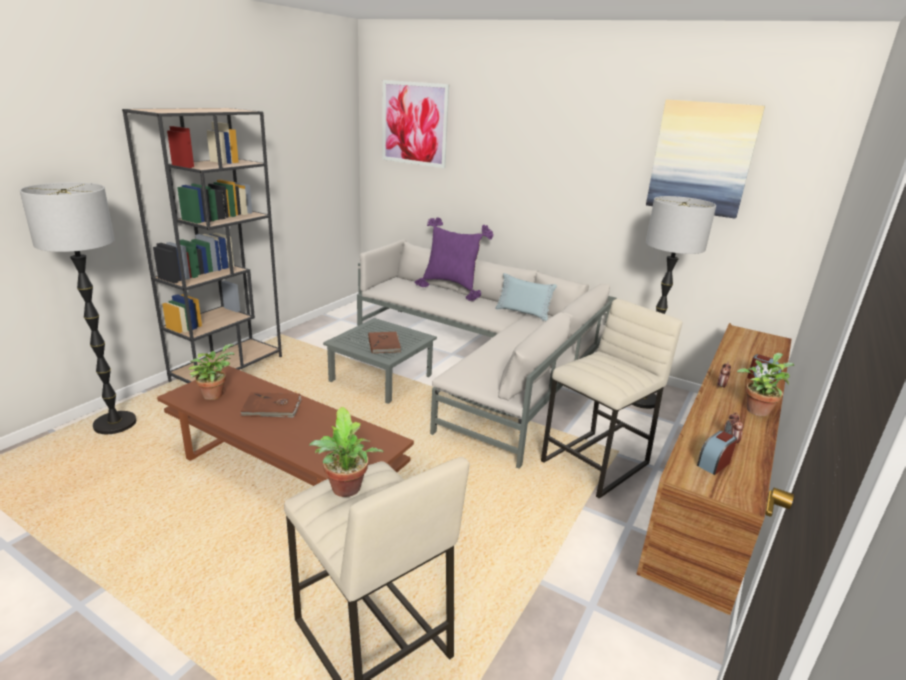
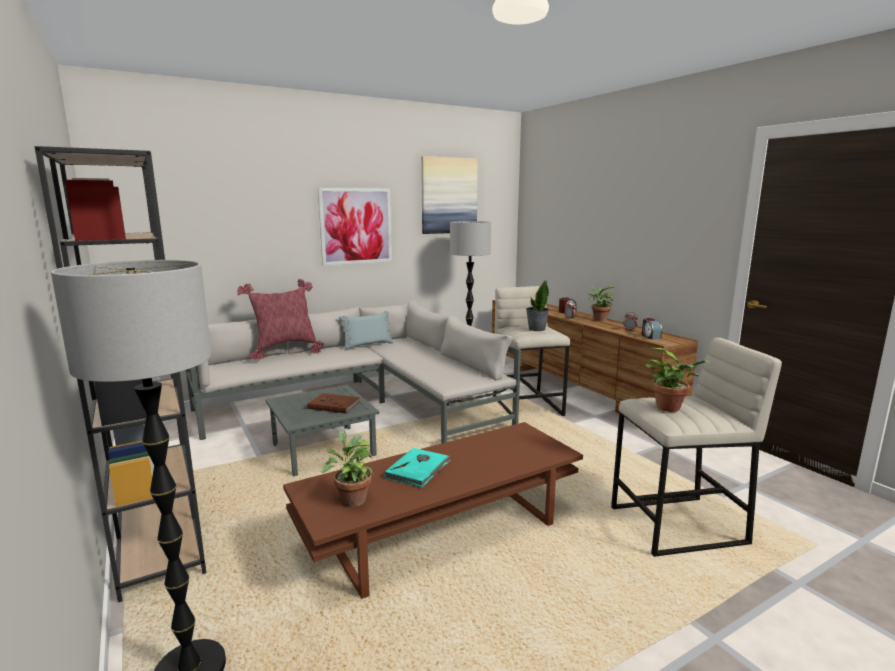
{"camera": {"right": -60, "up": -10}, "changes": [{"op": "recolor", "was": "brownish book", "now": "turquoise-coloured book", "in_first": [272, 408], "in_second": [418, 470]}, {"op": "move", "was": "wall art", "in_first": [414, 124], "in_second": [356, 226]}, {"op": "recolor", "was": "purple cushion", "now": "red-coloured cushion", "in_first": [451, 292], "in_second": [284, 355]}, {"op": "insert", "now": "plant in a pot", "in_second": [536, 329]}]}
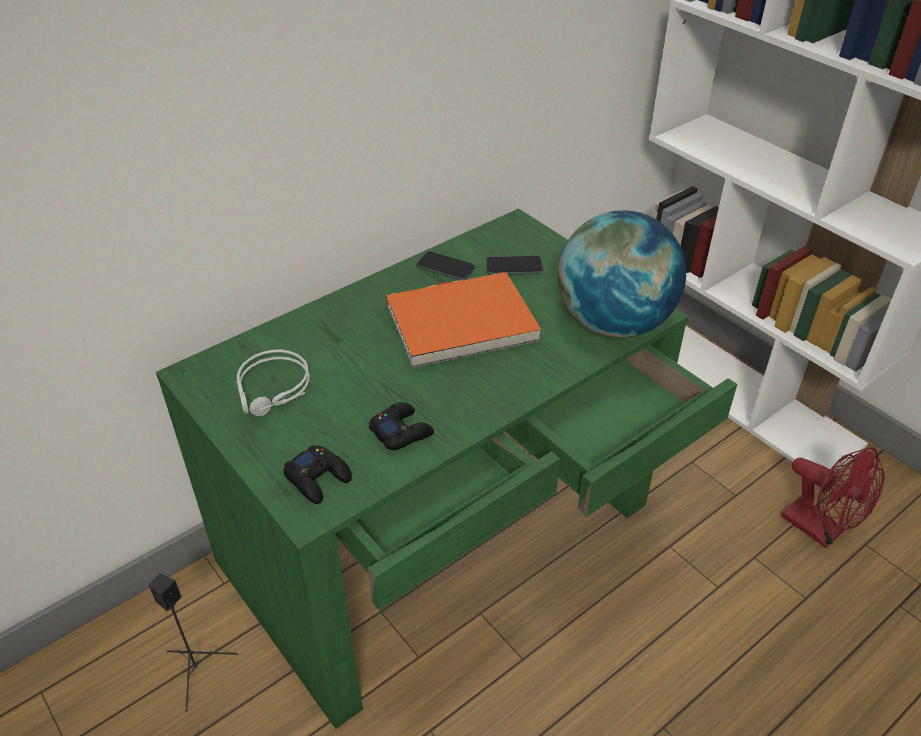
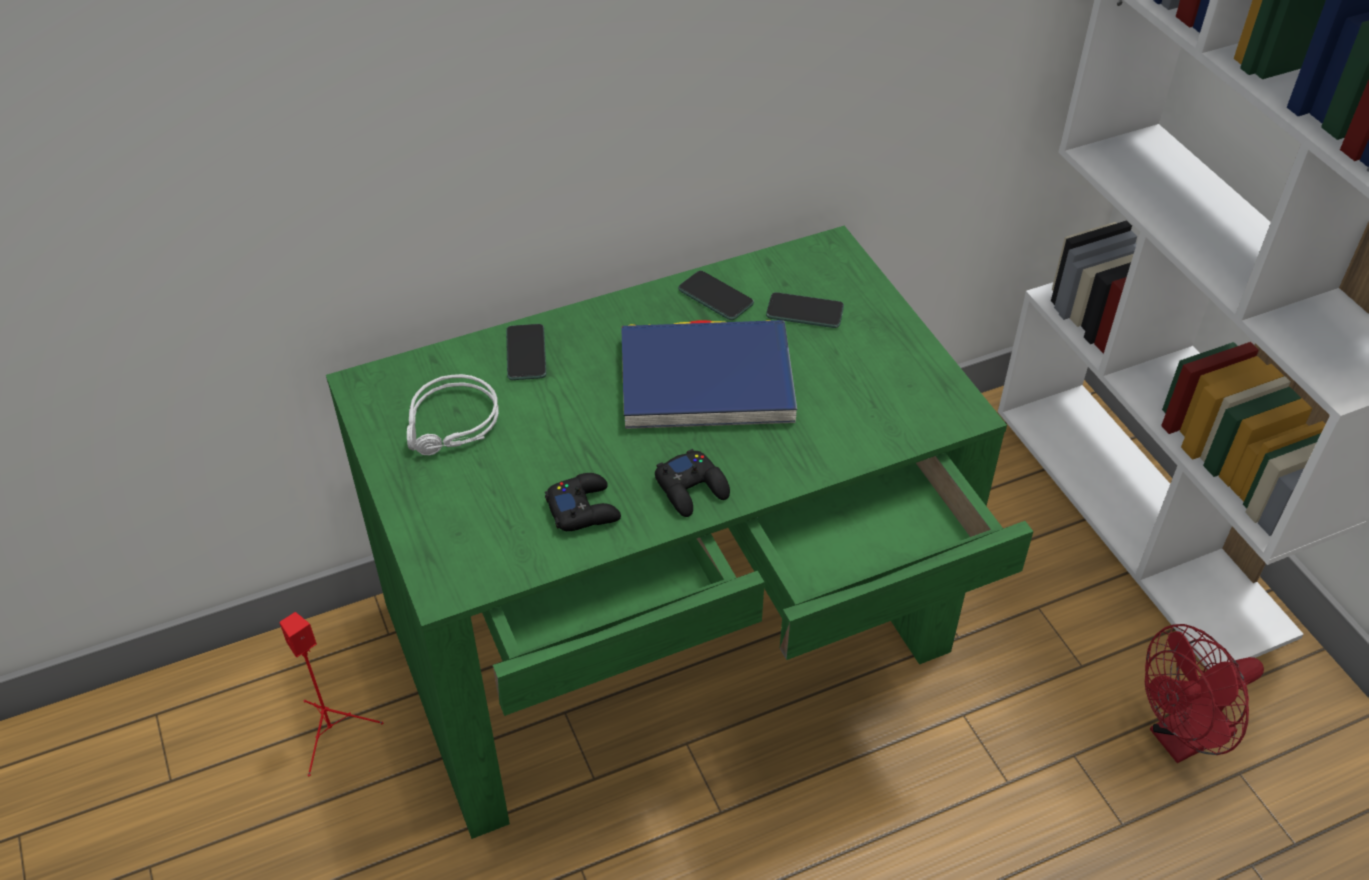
{"camera": {"right": 15, "up": 5}, "changes": [{"op": "recolor", "was": "black-coloured speaker", "now": "red-coloured speaker", "in_first": [198, 670], "in_second": [333, 732]}, {"op": "move", "was": "black-coloured joypad", "in_first": [318, 478], "in_second": [692, 488]}, {"op": "recolor", "was": "orange book", "now": "bluish book", "in_first": [461, 324], "in_second": [706, 381]}, {"op": "delete", "was": "desk globe", "in_first": [614, 323]}, {"op": "rotate", "was": "red-coloured electric fan", "in_first": [820, 530], "in_second": [1181, 739], "clockwise": 90}, {"op": "insert", "now": "handset", "in_second": [526, 353]}]}
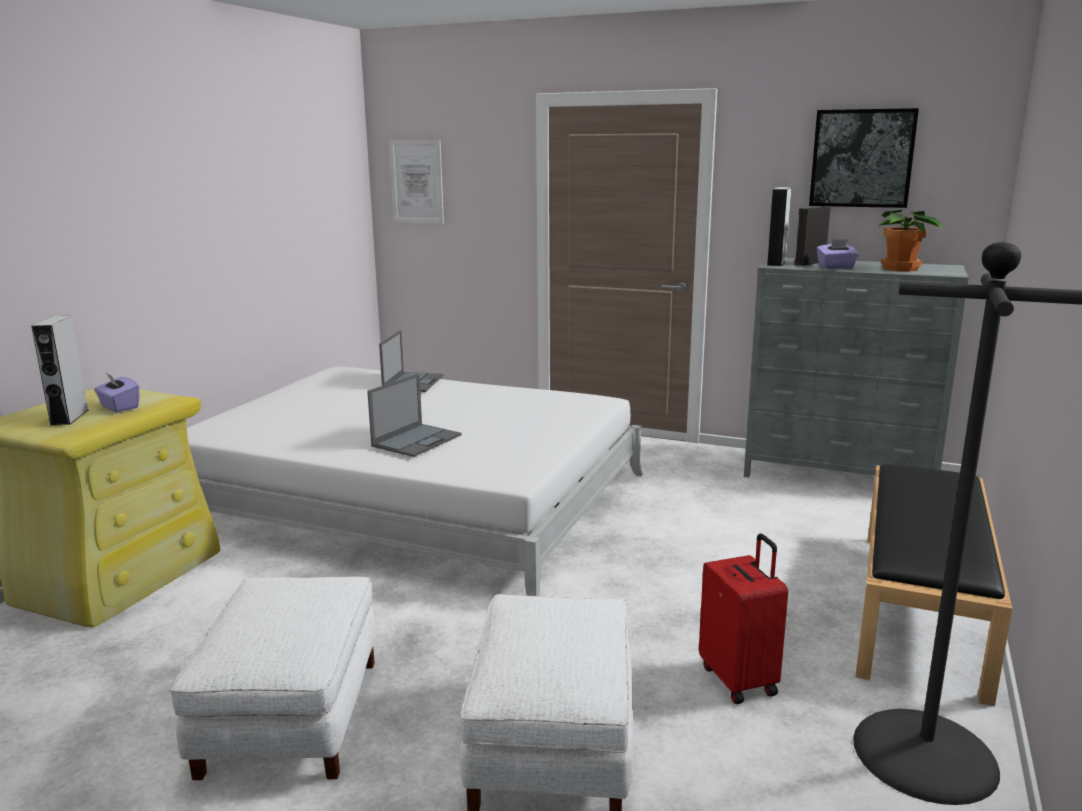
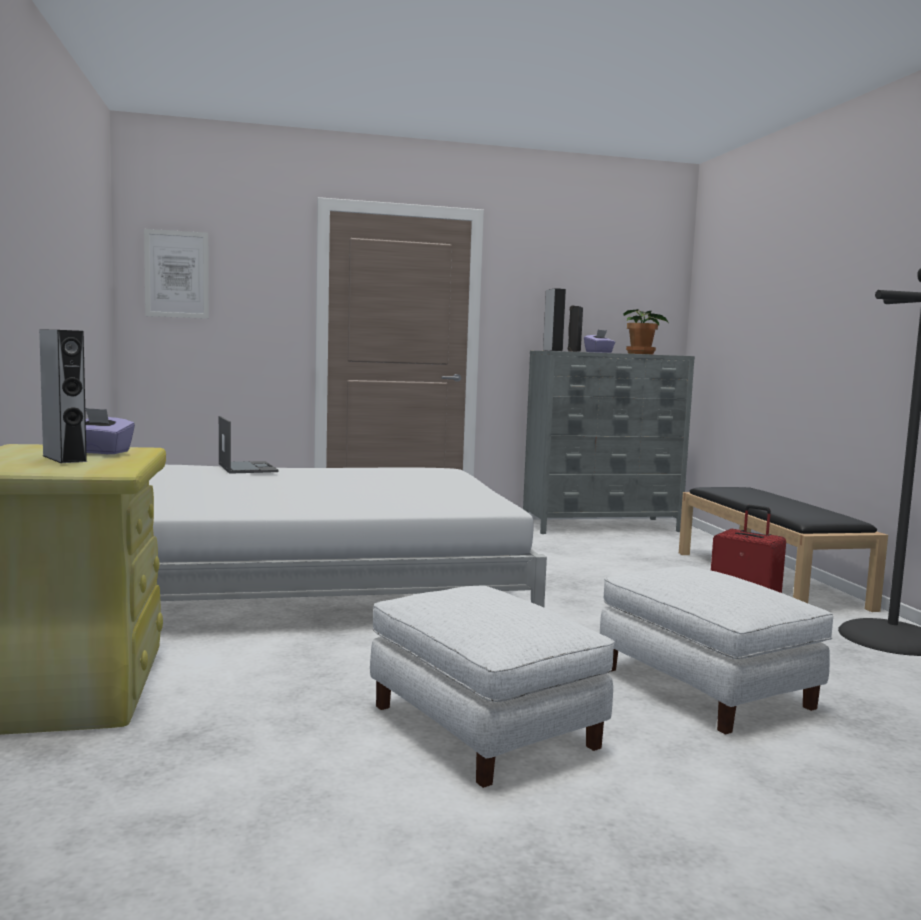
{"camera": {"right": -35, "up": -10}, "changes": [{"op": "delete", "was": "laptop", "in_first": [417, 440]}, {"op": "delete", "was": "wall art", "in_first": [862, 158]}]}
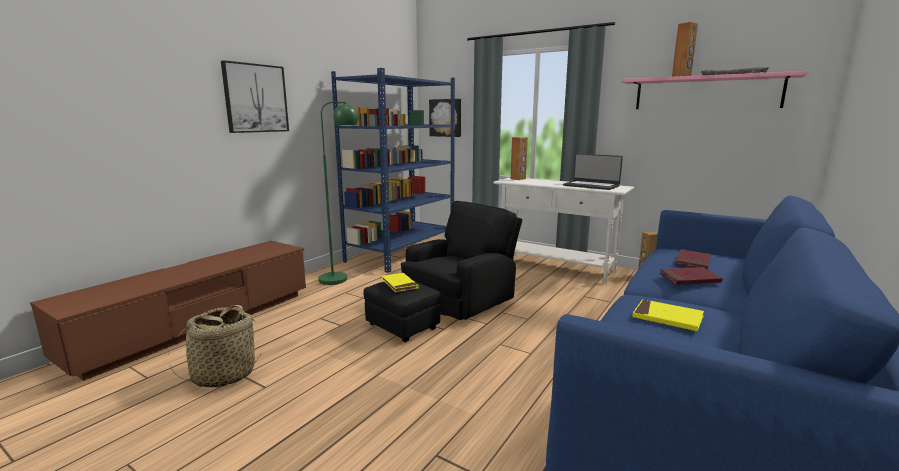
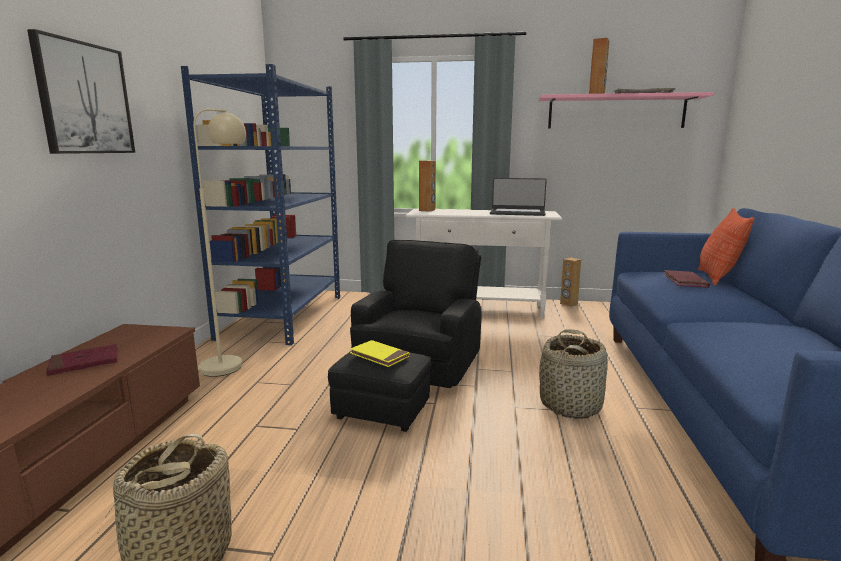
{"camera": {"right": -25, "up": 0}, "changes": [{"op": "recolor", "was": "greenish floor lamp", "now": "sand-coloured floor lamp", "in_first": [341, 278], "in_second": [232, 363]}, {"op": "delete", "was": "wall art", "in_first": [445, 118]}, {"op": "delete", "was": "yellowish book", "in_first": [667, 318]}, {"op": "move", "was": "red-coloured book", "in_first": [689, 279], "in_second": [84, 363]}, {"op": "insert", "now": "basket", "in_second": [571, 405]}, {"op": "insert", "now": "orange cushion", "in_second": [717, 278]}]}
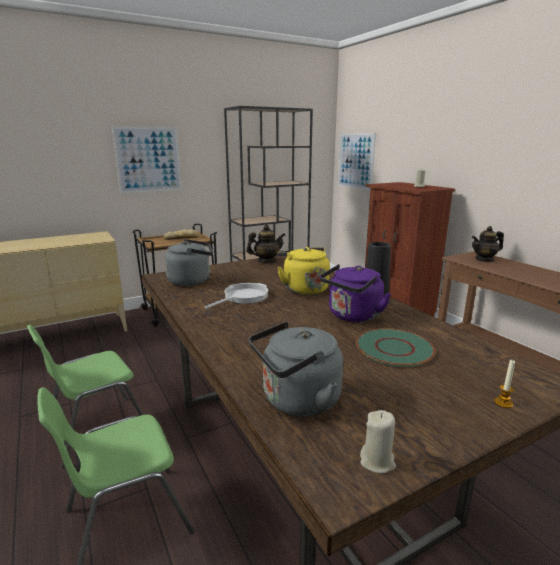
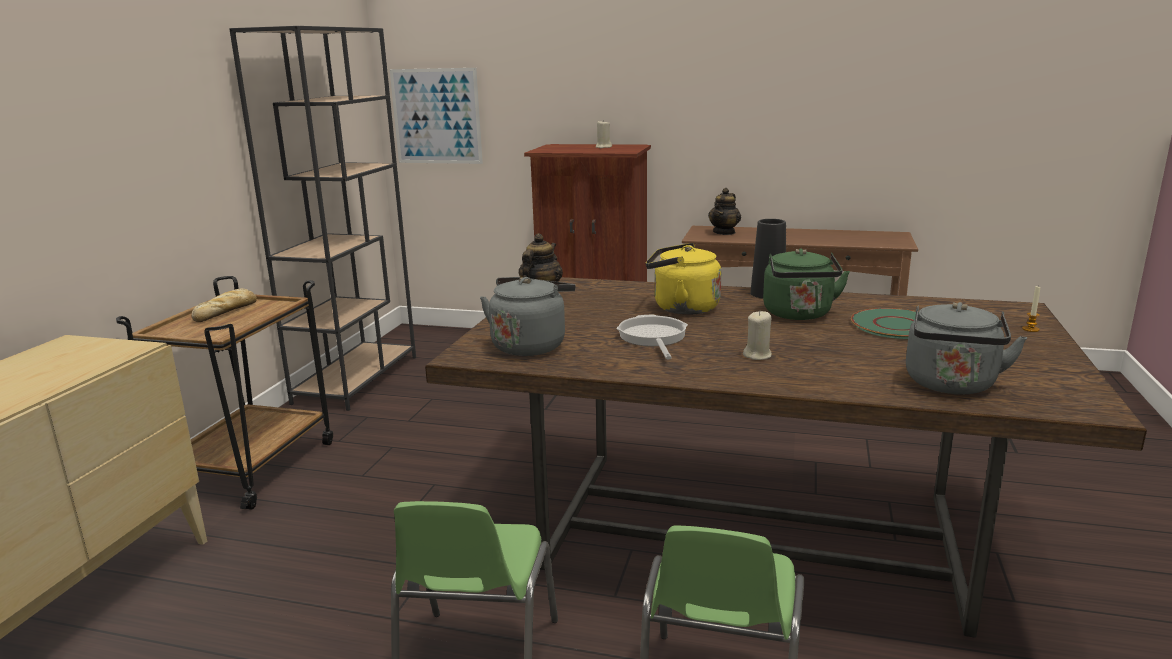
{"camera": {"right": -45, "up": 0}, "changes": [{"op": "delete", "was": "wall art", "in_first": [148, 159]}, {"op": "recolor", "was": "purple tea kettle", "now": "greenish tea kettle", "in_first": [352, 316], "in_second": [799, 315]}, {"op": "move", "was": "sand-coloured wax candle", "in_first": [377, 461], "in_second": [757, 355]}]}
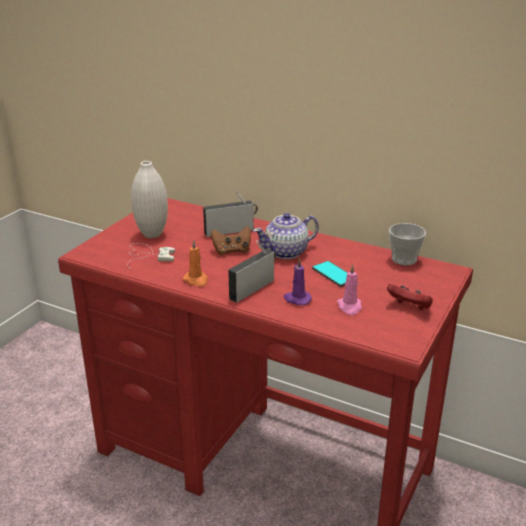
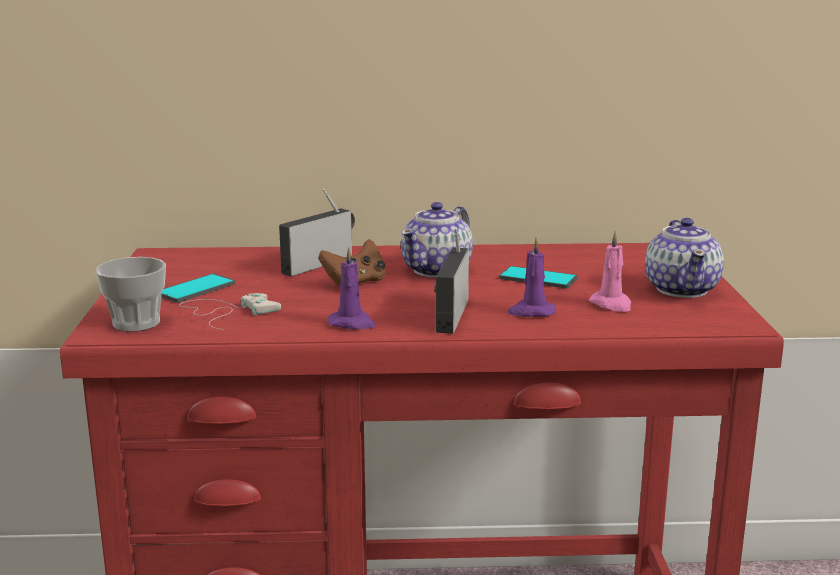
{"camera": {"right": -30, "up": -10}, "changes": [{"op": "replace", "was": "white-coloured decorative vase", "now": "handset", "in_first": [152, 234], "in_second": [196, 289]}, {"op": "recolor", "was": "orange wax candle", "now": "purple wax candle", "in_first": [196, 280], "in_second": [352, 323]}, {"op": "replace", "was": "red-coloured joypad", "now": "pot for tea", "in_first": [409, 307], "in_second": [682, 289]}, {"op": "move", "was": "drinking cup", "in_first": [404, 259], "in_second": [136, 323]}]}
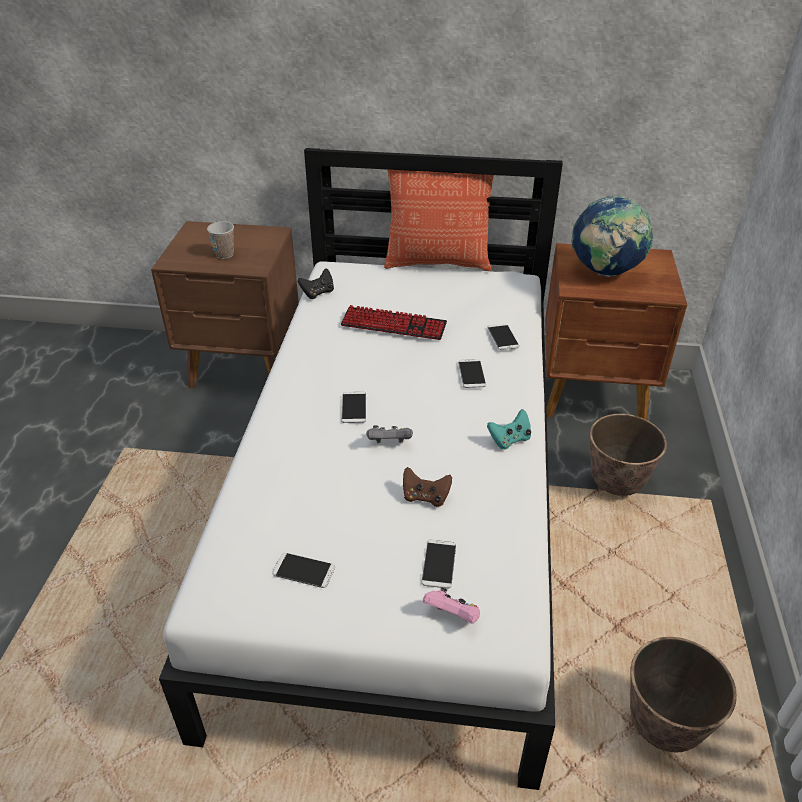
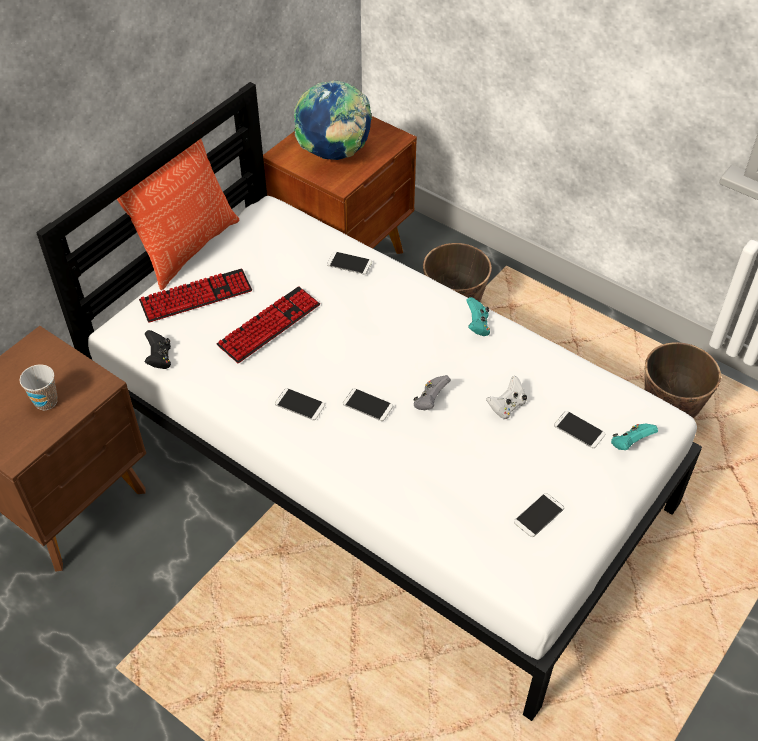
{"camera": {"right": -60, "up": 10}, "changes": [{"op": "recolor", "was": "brownish joypad", "now": "white-coloured joypad", "in_first": [425, 497], "in_second": [507, 406]}, {"op": "recolor", "was": "pink joypad", "now": "turquoise-coloured joypad", "in_first": [453, 616], "in_second": [630, 444]}, {"op": "move", "was": "handset", "in_first": [471, 374], "in_second": [300, 404]}, {"op": "insert", "now": "computer keyboard", "in_second": [196, 297]}]}
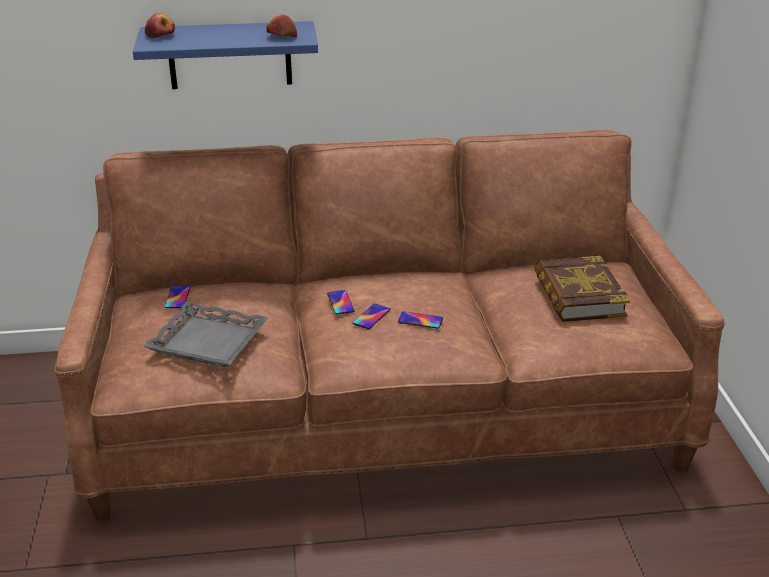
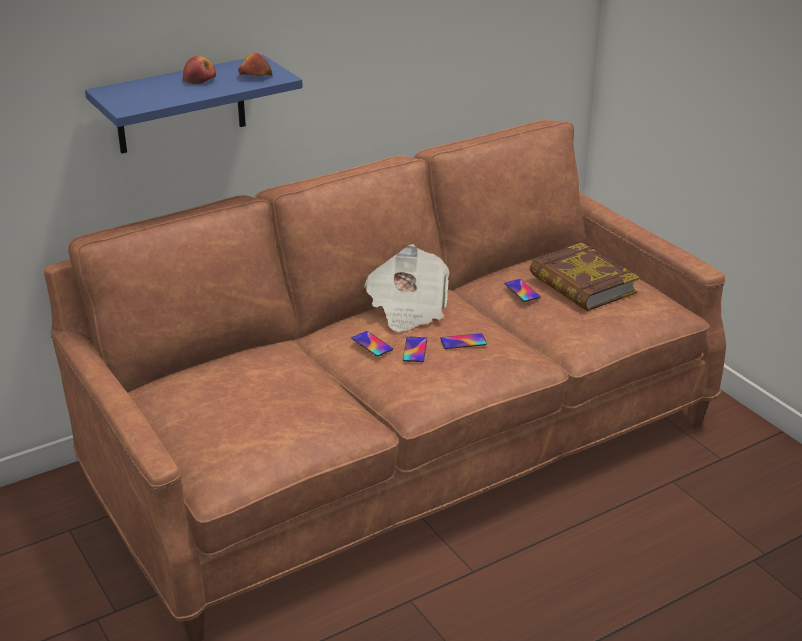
{"camera": {"right": -25, "up": 0}, "changes": [{"op": "delete", "was": "grey tray", "in_first": [207, 342]}, {"op": "move", "was": "apple fruit", "in_first": [160, 35], "in_second": [199, 79]}, {"op": "move", "was": "handset", "in_first": [177, 297], "in_second": [522, 291]}, {"op": "insert", "now": "printed paper", "in_second": [407, 308]}]}
